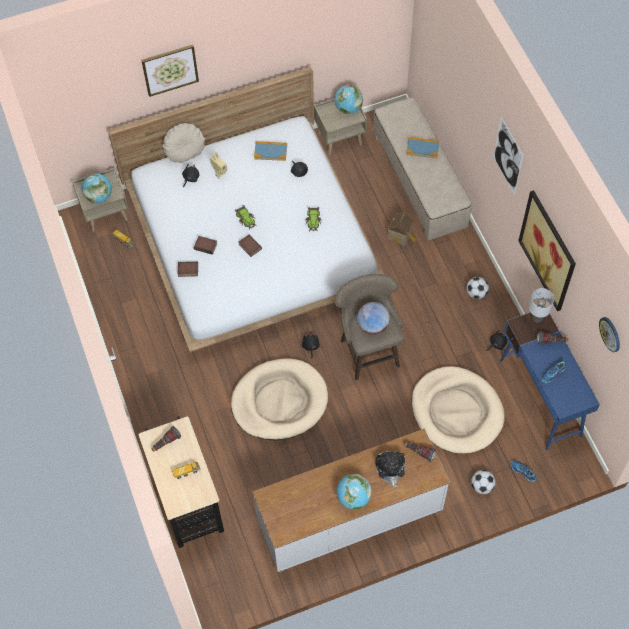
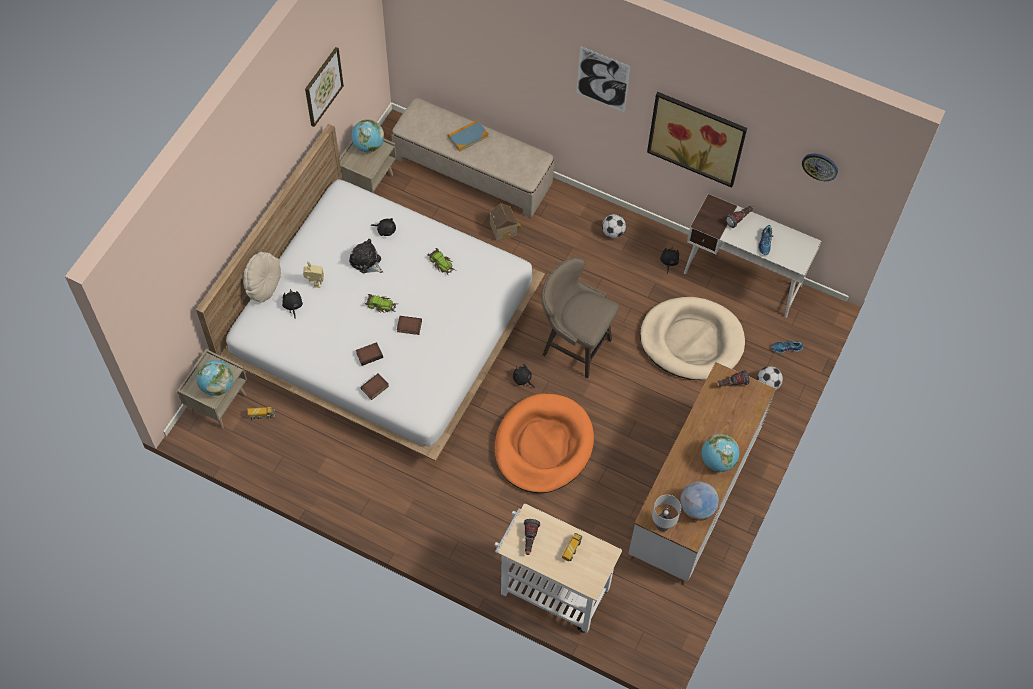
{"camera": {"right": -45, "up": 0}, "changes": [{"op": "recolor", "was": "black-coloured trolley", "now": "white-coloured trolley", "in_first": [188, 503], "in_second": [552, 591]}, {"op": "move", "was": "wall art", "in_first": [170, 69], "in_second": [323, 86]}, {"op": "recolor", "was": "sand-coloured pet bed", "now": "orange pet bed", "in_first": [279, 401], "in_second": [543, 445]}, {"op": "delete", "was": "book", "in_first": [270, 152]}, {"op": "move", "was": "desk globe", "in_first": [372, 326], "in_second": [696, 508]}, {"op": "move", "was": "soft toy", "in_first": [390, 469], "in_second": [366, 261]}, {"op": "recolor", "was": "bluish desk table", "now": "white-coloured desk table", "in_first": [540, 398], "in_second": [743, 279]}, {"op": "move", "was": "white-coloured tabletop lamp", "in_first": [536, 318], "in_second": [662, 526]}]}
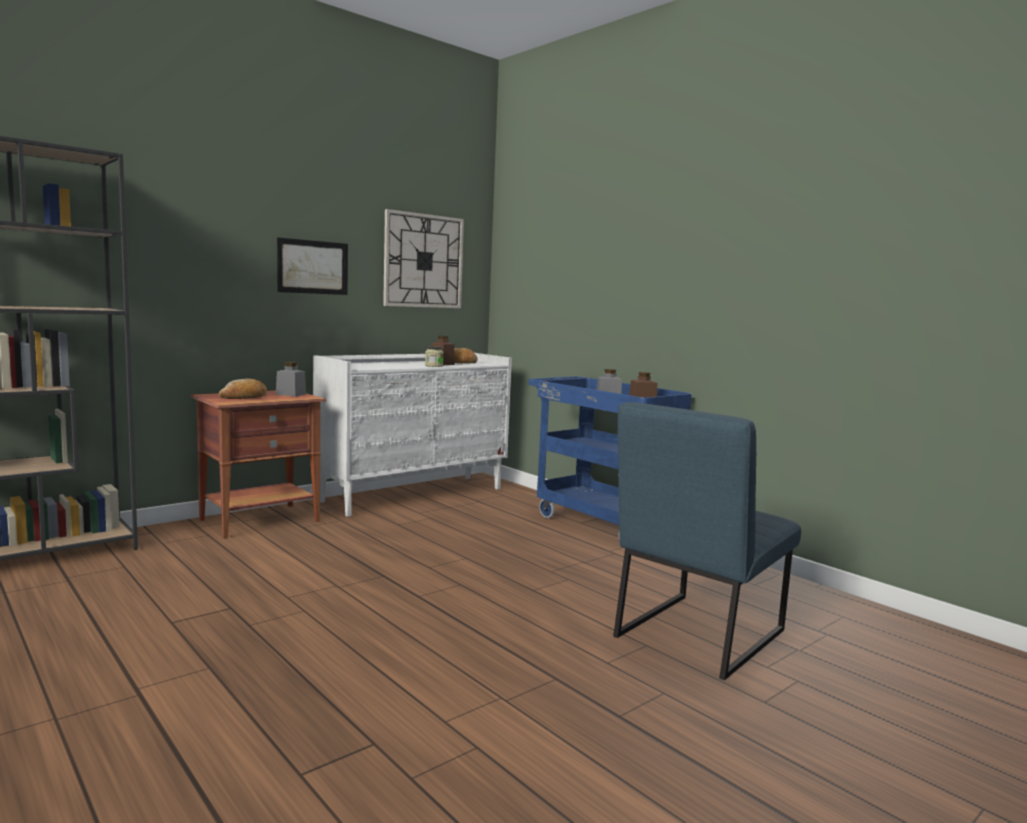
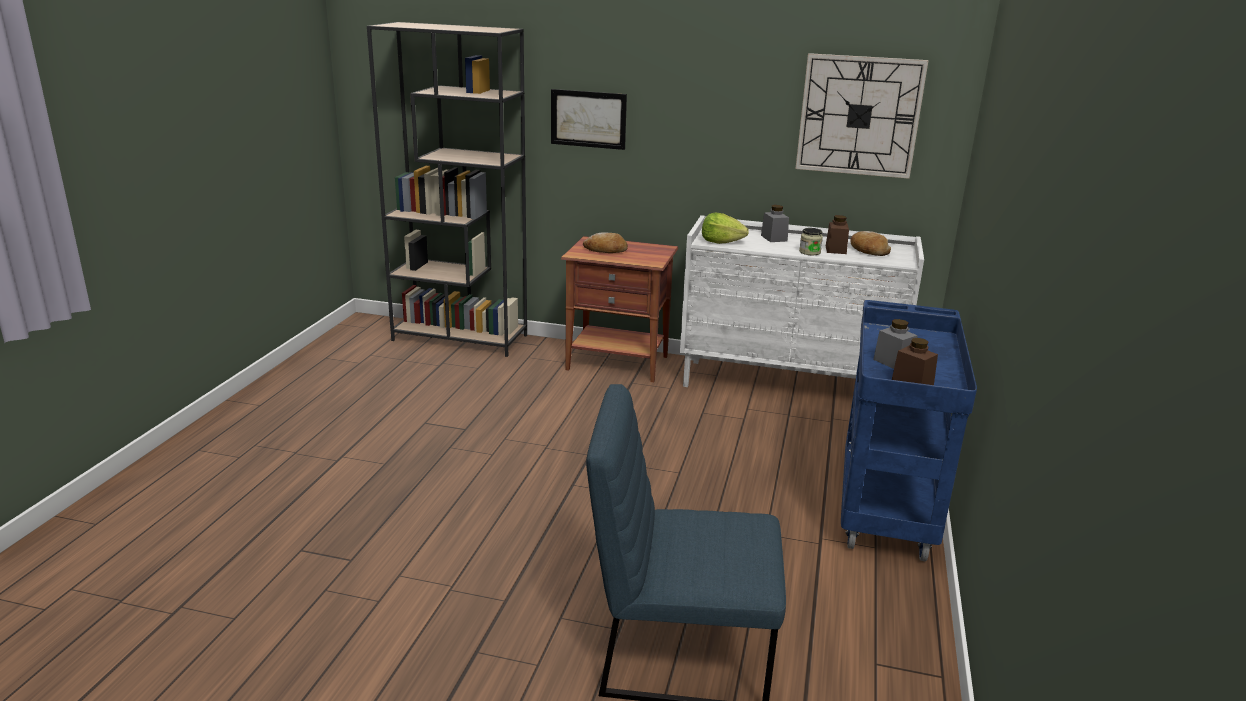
{"camera": {"right": 55, "up": 15}, "changes": [{"op": "move", "was": "grey storage jar", "in_first": [291, 394], "in_second": [774, 238]}, {"op": "move", "was": "wall art", "in_first": [313, 267], "in_second": [588, 119]}, {"op": "insert", "now": "lettuce", "in_second": [721, 242]}]}
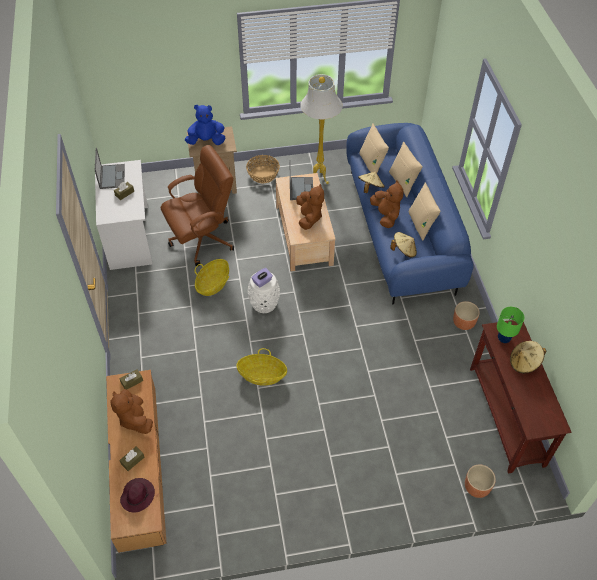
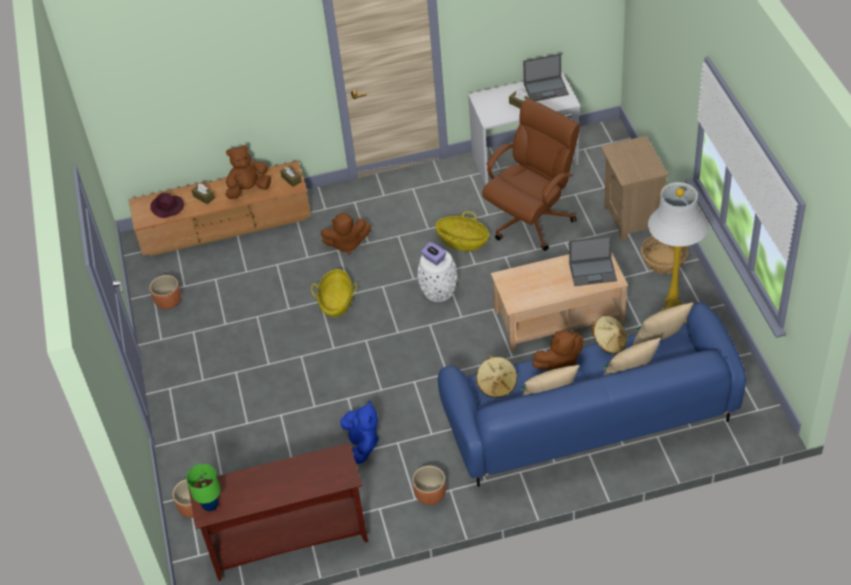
{"camera": {"right": 90, "up": -5}, "changes": [{"op": "rotate", "was": "brownish desk chair", "in_first": [202, 240], "in_second": [531, 221], "clockwise": -105}, {"op": "move", "was": "bluish soft toy", "in_first": [206, 141], "in_second": [362, 444]}, {"op": "move", "was": "brownish soft toy", "in_first": [309, 217], "in_second": [347, 244]}, {"op": "move", "was": "greenish tabletop lamp", "in_first": [503, 338], "in_second": [211, 505]}, {"op": "delete", "was": "sand-coloured wearable hat", "in_first": [524, 363]}, {"op": "insert", "now": "brownish planter", "in_second": [169, 302]}]}
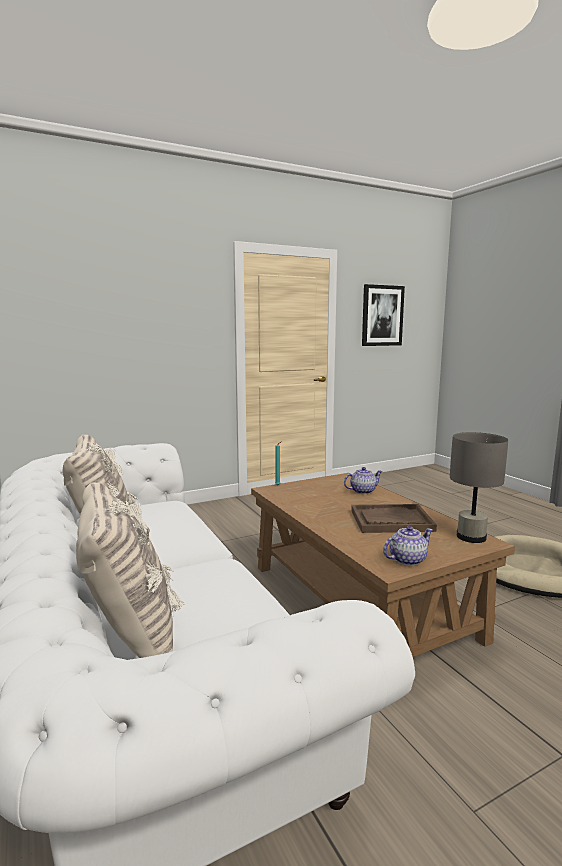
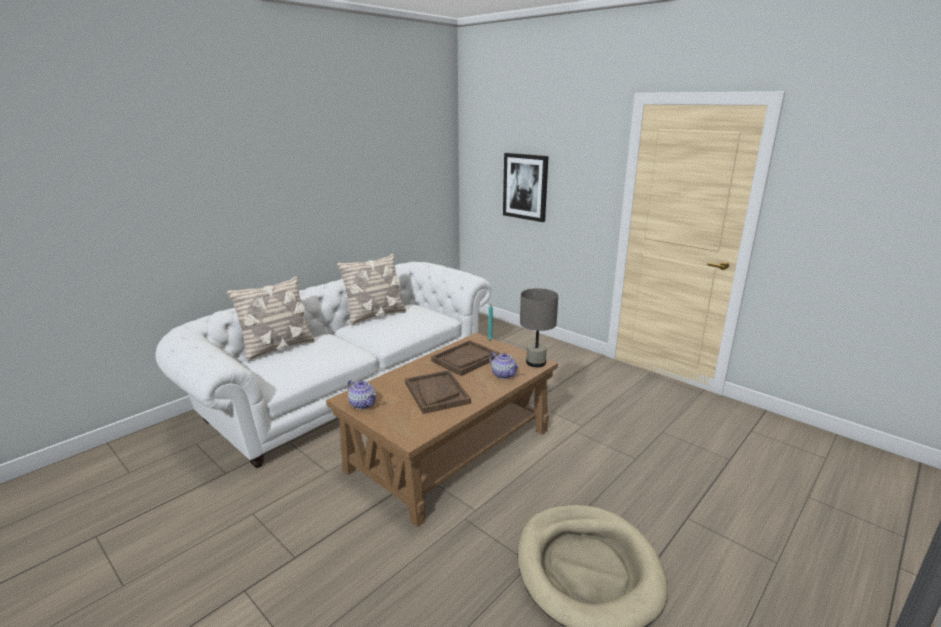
{"camera": {"right": 70, "up": 10}, "changes": [{"op": "move", "was": "wall art", "in_first": [382, 315], "in_second": [525, 186]}, {"op": "move", "was": "grey tabletop lamp", "in_first": [470, 537], "in_second": [535, 362]}, {"op": "insert", "now": "brownish tray", "in_second": [465, 359]}]}
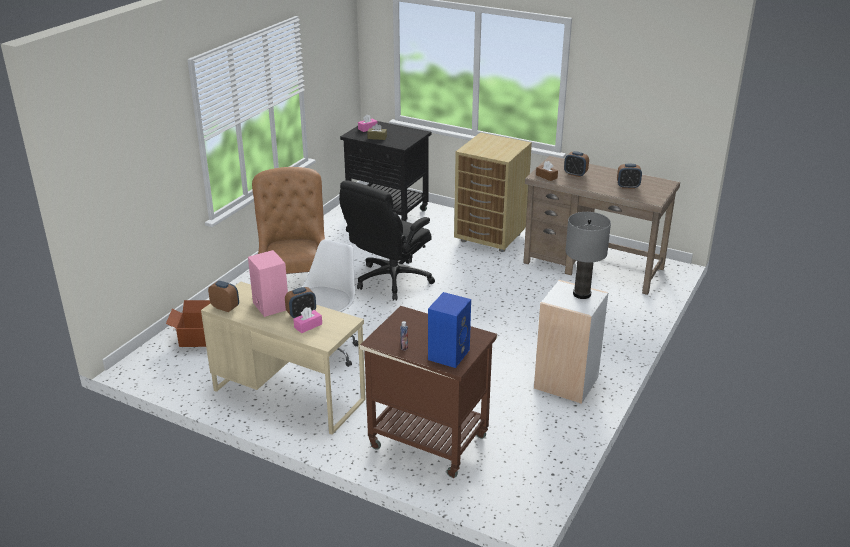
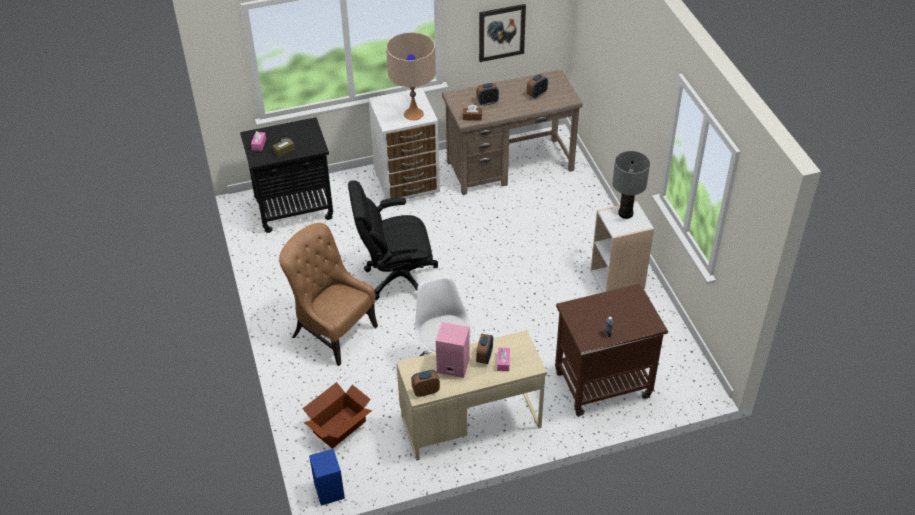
{"camera": {"right": -45, "up": 15}, "changes": [{"op": "rotate", "was": "black-coloured desk chair", "in_first": [389, 282], "in_second": [395, 278], "clockwise": 90}, {"op": "move", "was": "bluish speaker", "in_first": [448, 354], "in_second": [328, 490]}, {"op": "recolor", "was": "brownish dresser", "now": "white-coloured dresser", "in_first": [490, 237], "in_second": [407, 185]}, {"op": "insert", "now": "sand-coloured tabletop lamp", "in_second": [413, 114]}, {"op": "insert", "now": "wall art", "in_second": [501, 32]}]}
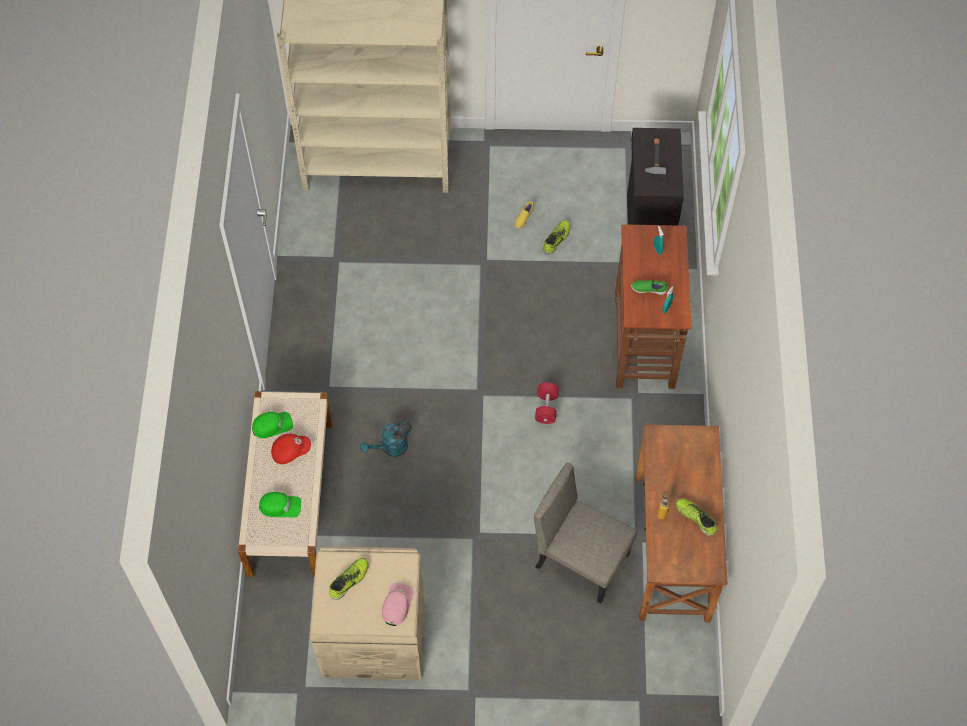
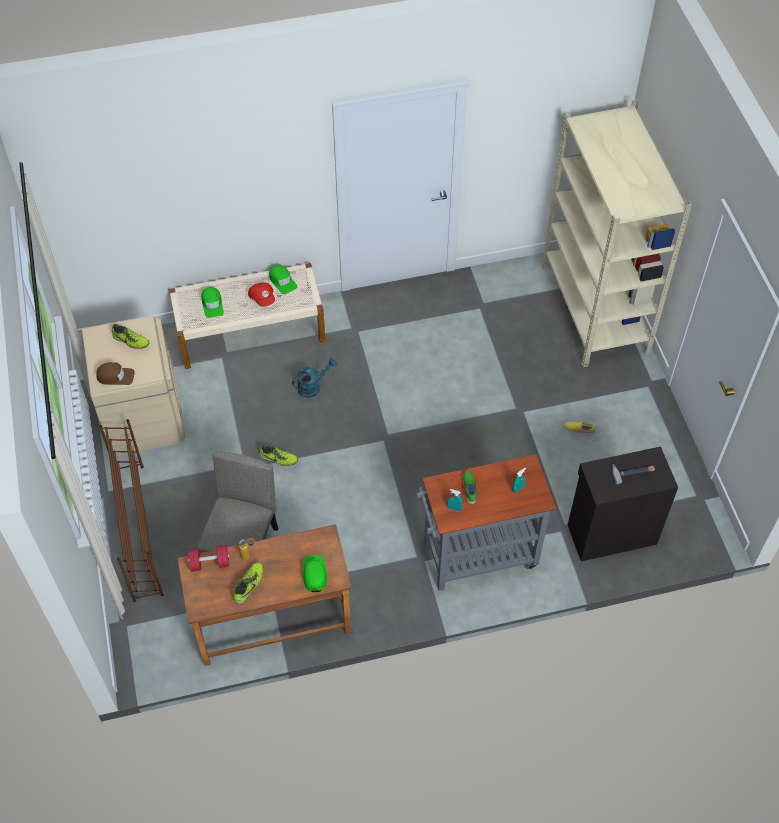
{"camera": {"right": 75, "up": -5}, "changes": [{"op": "rotate", "was": "turquoise-coloured watering can", "in_first": [390, 448], "in_second": [313, 386], "clockwise": 105}, {"op": "recolor", "was": "pink peaked cap", "now": "brownish peaked cap", "in_first": [397, 604], "in_second": [115, 376]}, {"op": "move", "was": "red-coloured hand weight", "in_first": [546, 408], "in_second": [210, 563]}, {"op": "move", "was": "item of footwear", "in_first": [557, 239], "in_second": [278, 459]}, {"op": "recolor", "was": "brownish trolley", "now": "grey trolley", "in_first": [644, 344], "in_second": [478, 556]}, {"op": "insert", "now": "brownish shoe rack", "in_second": [138, 530]}, {"op": "insert", "now": "greenish peaked cap", "in_second": [314, 574]}]}
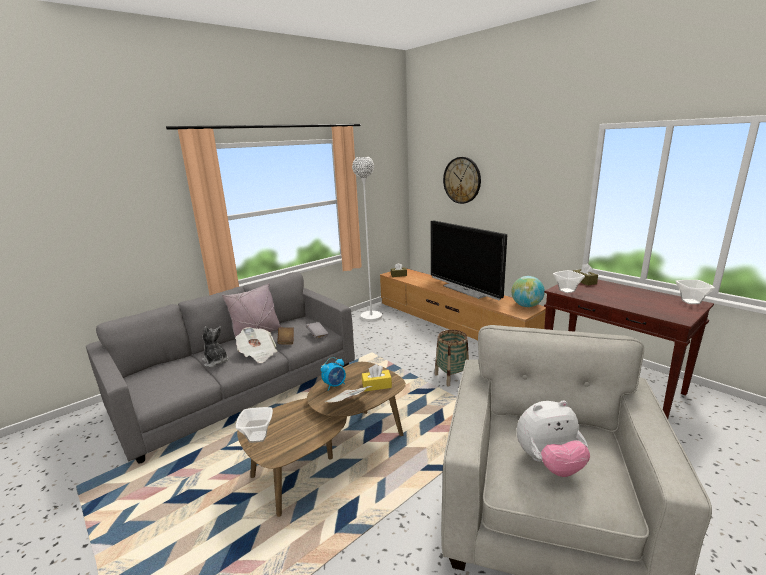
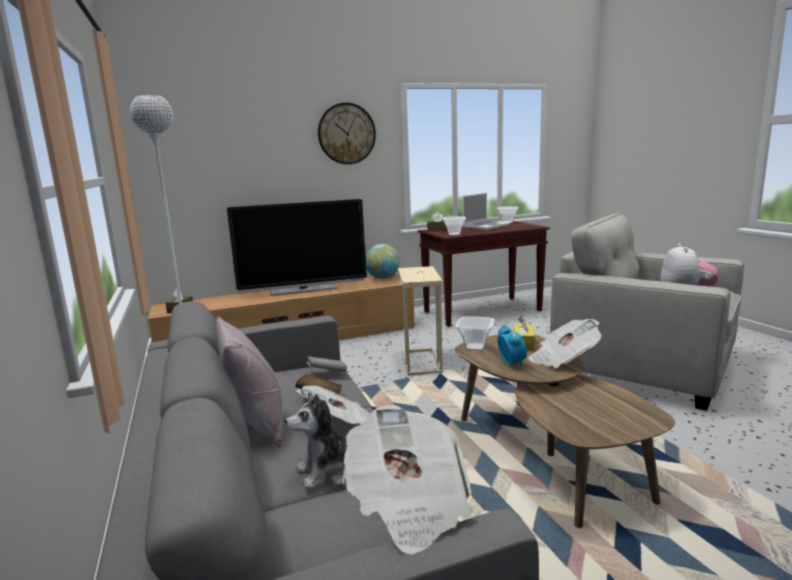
{"camera": {"right": -70, "up": -5}, "changes": [{"op": "move", "was": "bowl", "in_first": [257, 436], "in_second": [474, 347]}, {"op": "replace", "was": "basket", "now": "sand-coloured end table", "in_first": [451, 377], "in_second": [422, 362]}, {"op": "move", "was": "hanging clock", "in_first": [462, 180], "in_second": [346, 134]}, {"op": "insert", "now": "printed paper", "in_second": [408, 504]}, {"op": "insert", "now": "laptop", "in_second": [485, 226]}]}
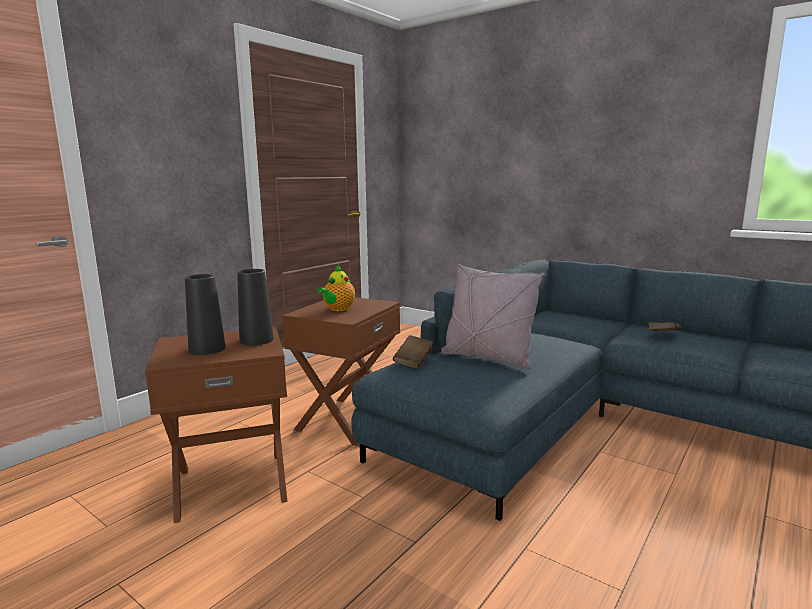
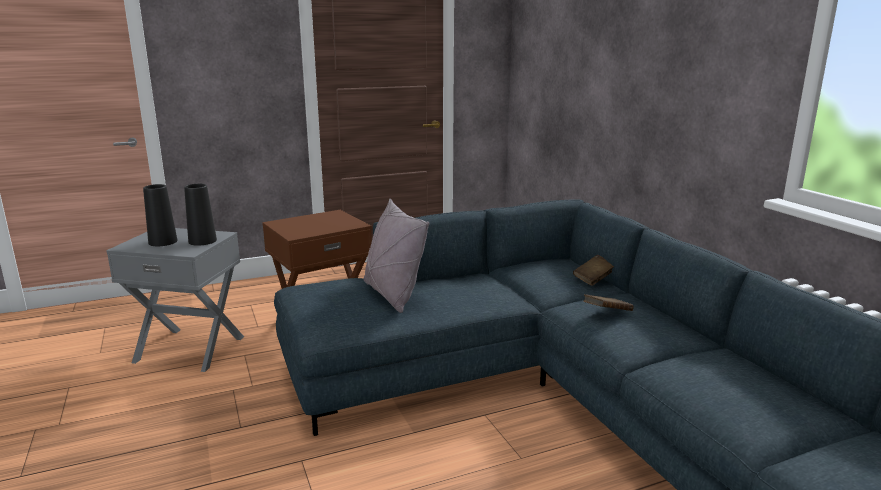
{"camera": {"right": 30, "up": 5}, "changes": [{"op": "recolor", "was": "brownish end table", "now": "grey end table", "in_first": [232, 483], "in_second": [191, 348]}, {"op": "delete", "was": "pot for tea", "in_first": [338, 309]}, {"op": "move", "was": "brownish book", "in_first": [413, 361], "in_second": [594, 279]}]}
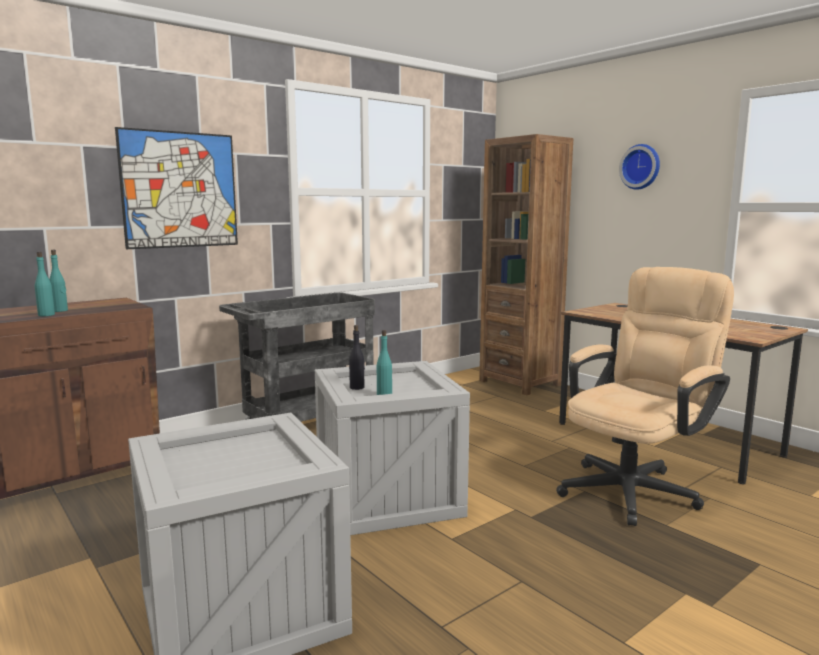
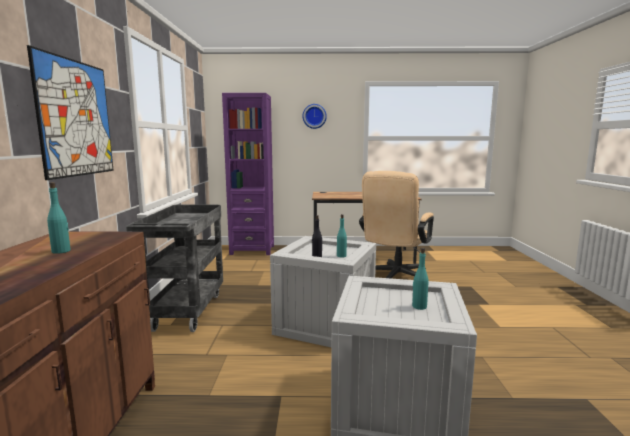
{"camera": {"right": -50, "up": 0}, "changes": [{"op": "move", "was": "turquoise-coloured bottle", "in_first": [46, 315], "in_second": [419, 306]}, {"op": "recolor", "was": "brownish bookcase", "now": "purple bookcase", "in_first": [520, 383], "in_second": [252, 250]}, {"op": "rotate", "was": "sand-coloured desk chair", "in_first": [635, 488], "in_second": [394, 277], "clockwise": -150}]}
